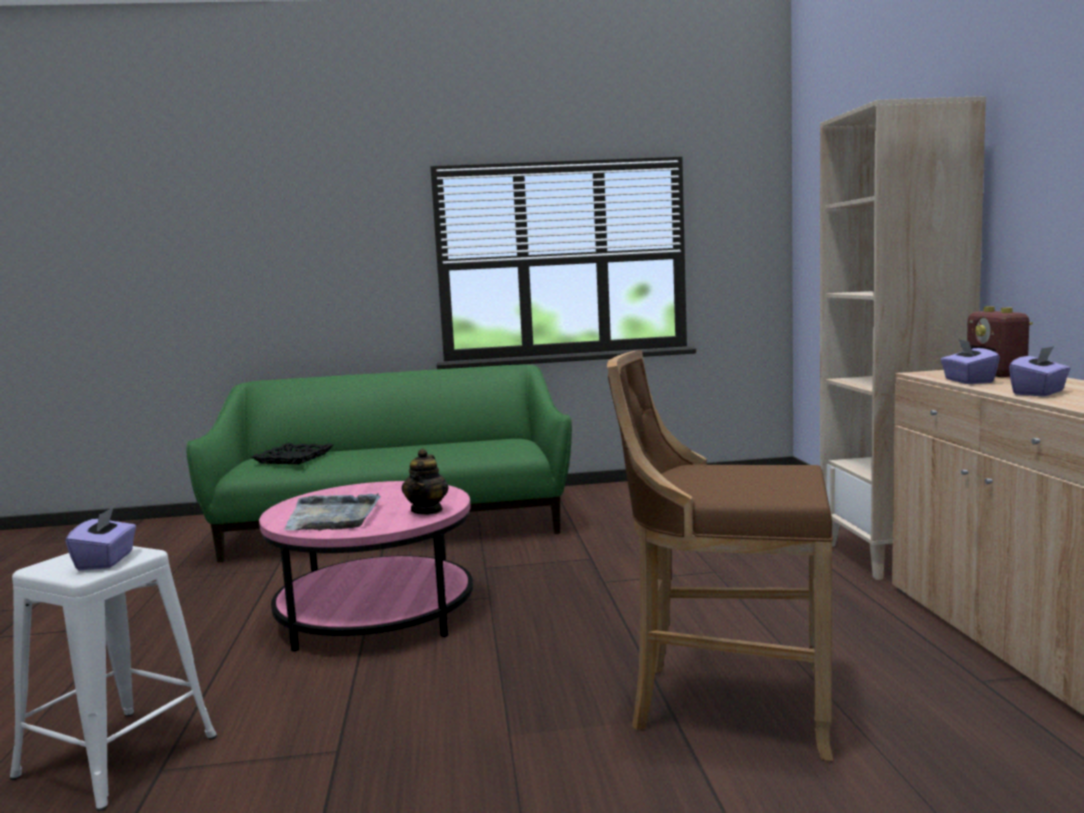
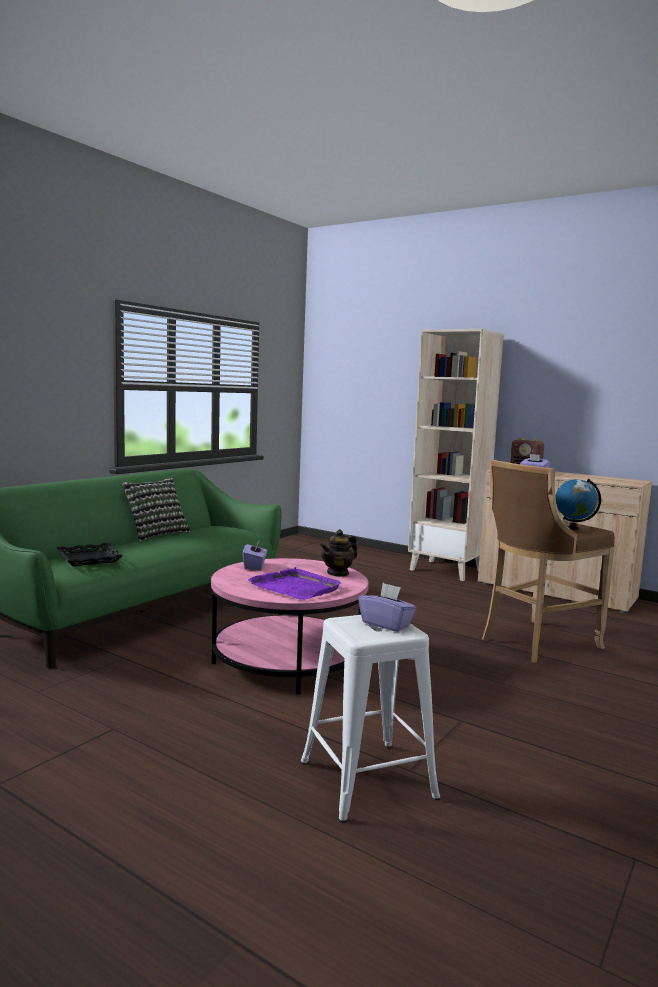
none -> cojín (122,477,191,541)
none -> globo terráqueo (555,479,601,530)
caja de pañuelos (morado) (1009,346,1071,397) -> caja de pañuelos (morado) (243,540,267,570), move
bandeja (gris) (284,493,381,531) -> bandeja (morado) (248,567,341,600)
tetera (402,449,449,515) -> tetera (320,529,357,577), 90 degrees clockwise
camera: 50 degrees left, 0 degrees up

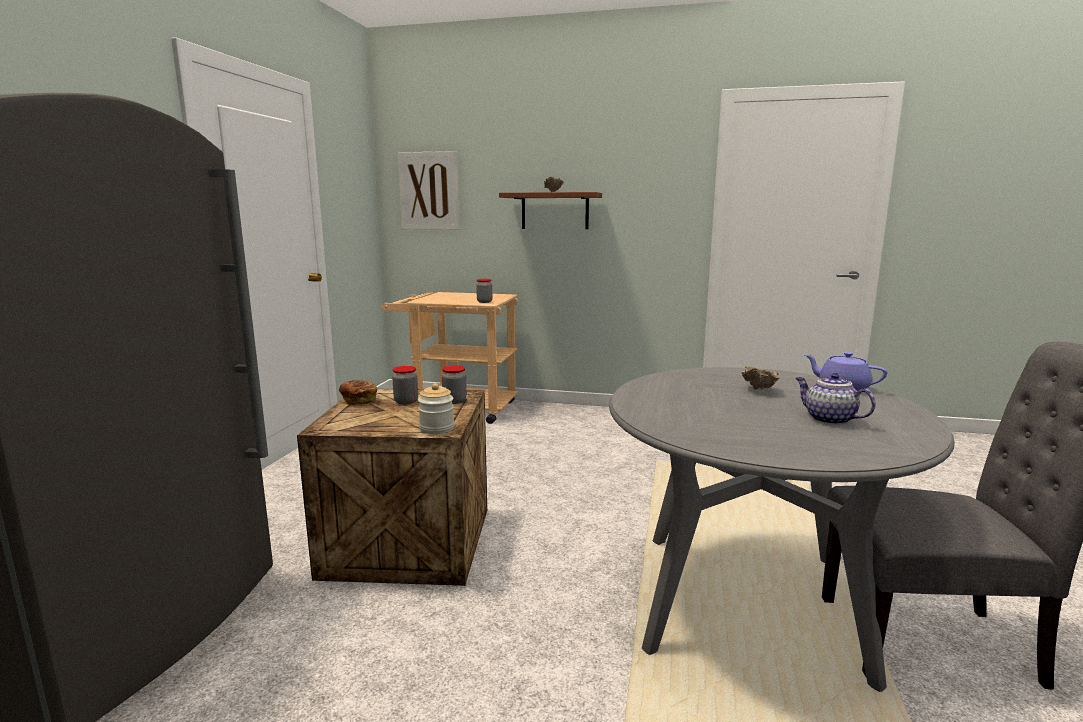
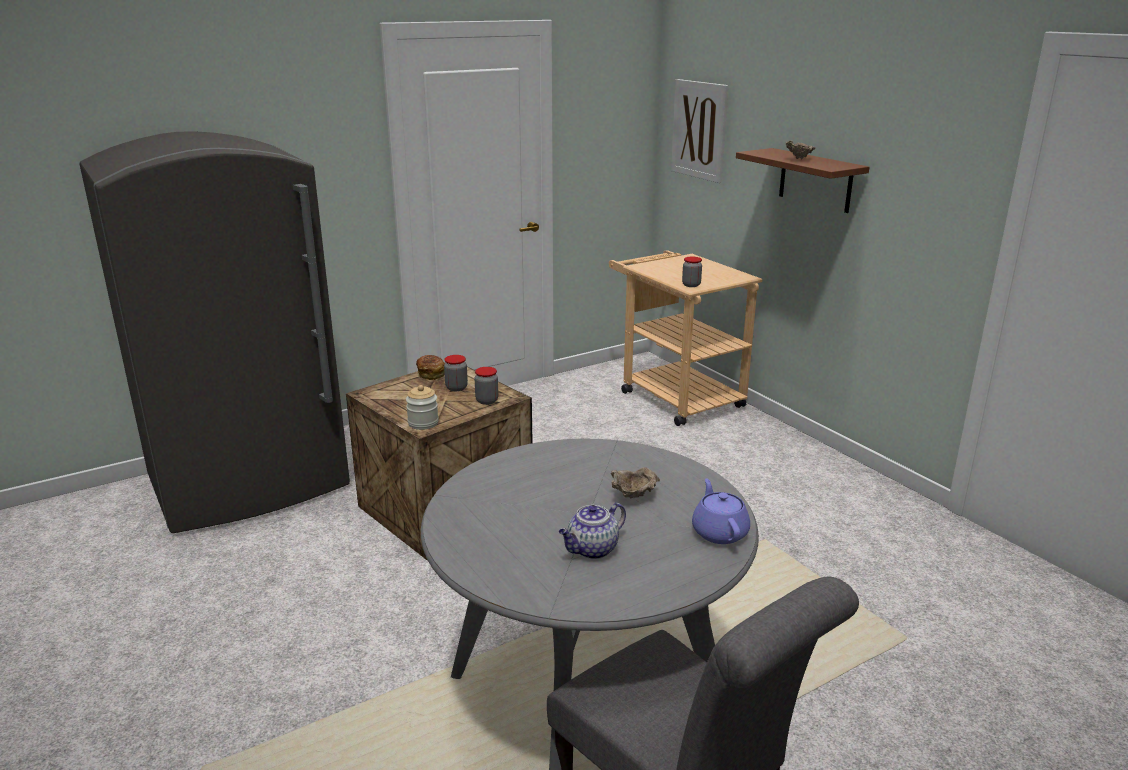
tetera (796,373,876,425) -> tetera (559,503,626,559), 135 degrees counterclockwise
camera: 45 degrees right, 10 degrees up

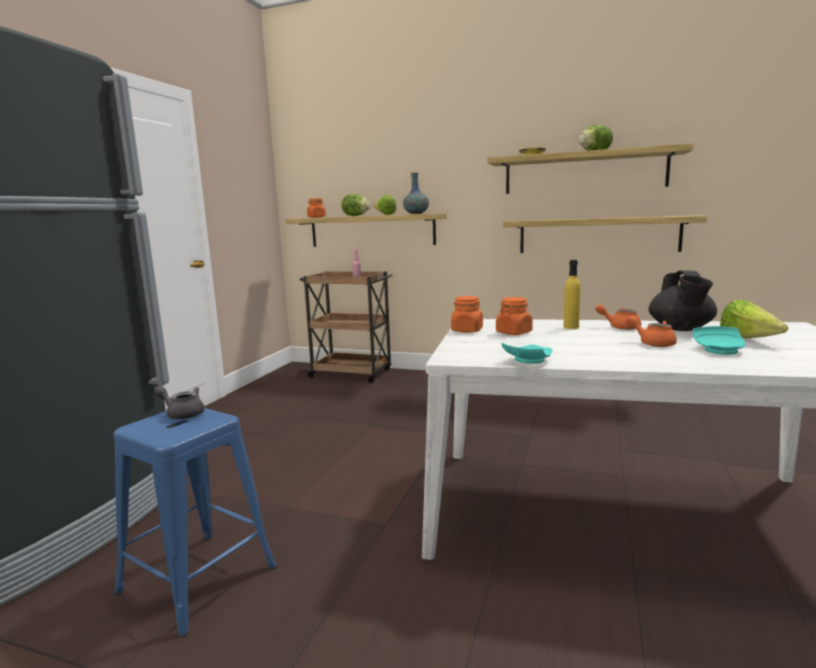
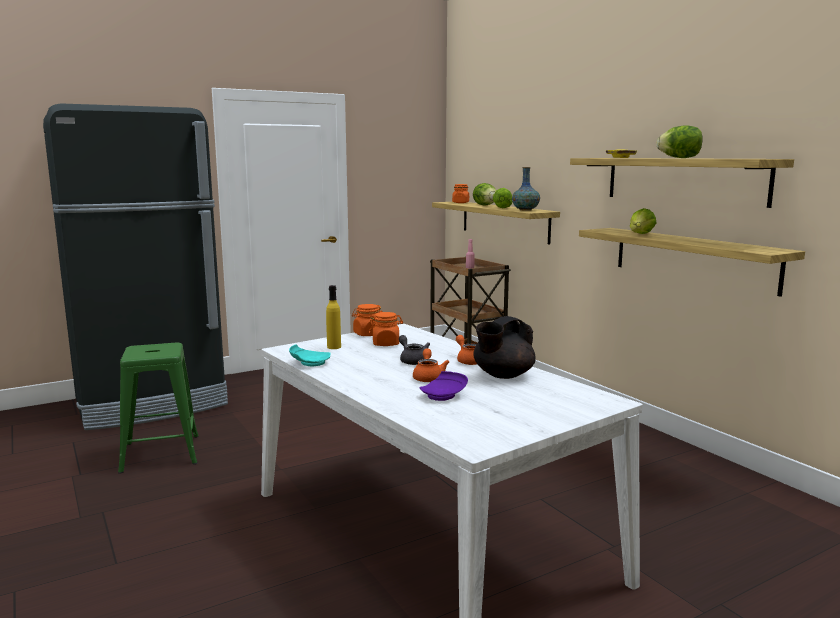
tetera (gris) (154,386,204,419) -> tetera (gris) (399,335,430,365), move
botella (amarillo) (563,260,580,329) -> botella (amarillo) (326,285,341,349), move
lechuga (720,300,788,338) -> lechuga (630,208,656,234), move
taburete (azul) (113,408,277,638) -> taburete (verde) (118,343,199,474)
plato (turquesa) (693,326,746,355) -> plato (morado) (419,371,468,401)
camera: 40 degrees right, 0 degrees up

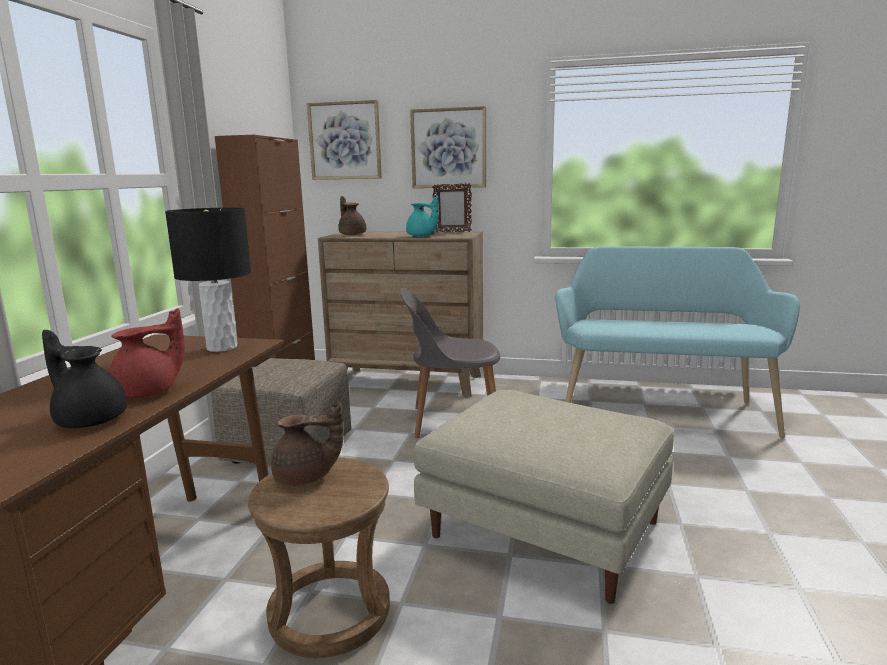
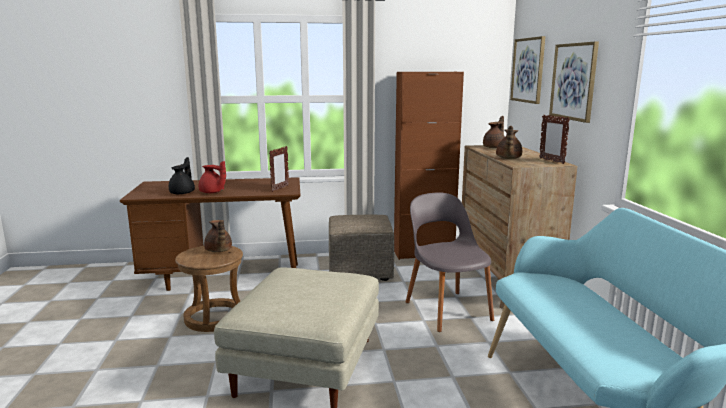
lámpara de mesa (negro) (165,207,251,352) -> portarretratos (269,146,289,192)
tetera (turquesa) (406,196,439,236) -> tetera (marrón) (496,126,522,159)
camera: 70 degrees right, 0 degrees up

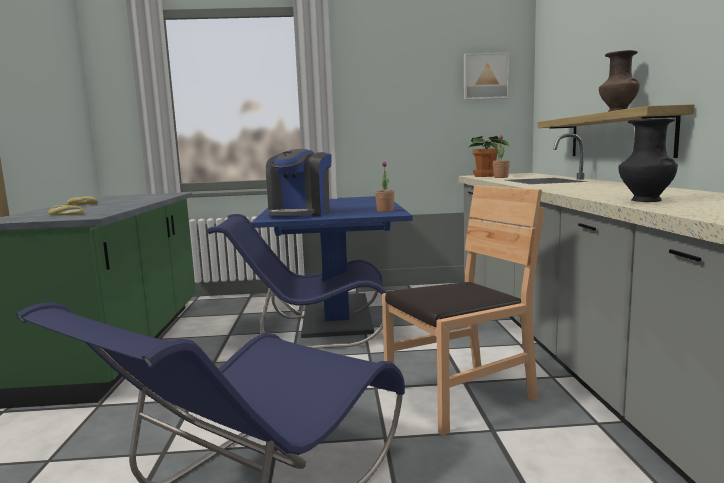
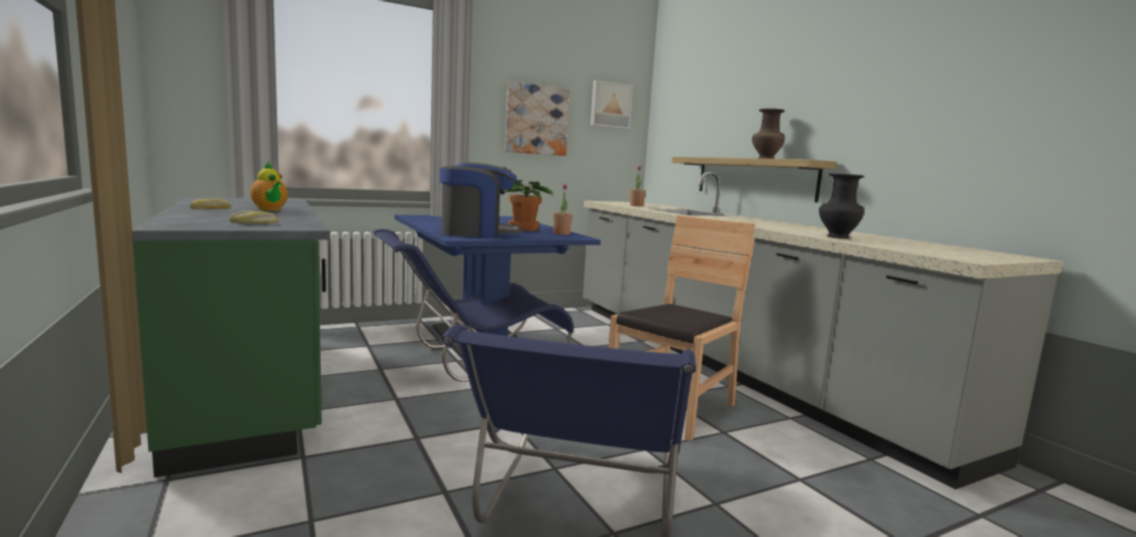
none -> tetera (250,161,288,211)
none -> cuadro (505,81,570,156)
planta en maceta (468,136,509,177) -> planta en maceta (505,180,554,231), move
cafetera (266,149,332,217) -> cafetera (440,162,521,238), 90 degrees counterclockwise
camera: 25 degrees left, 0 degrees up

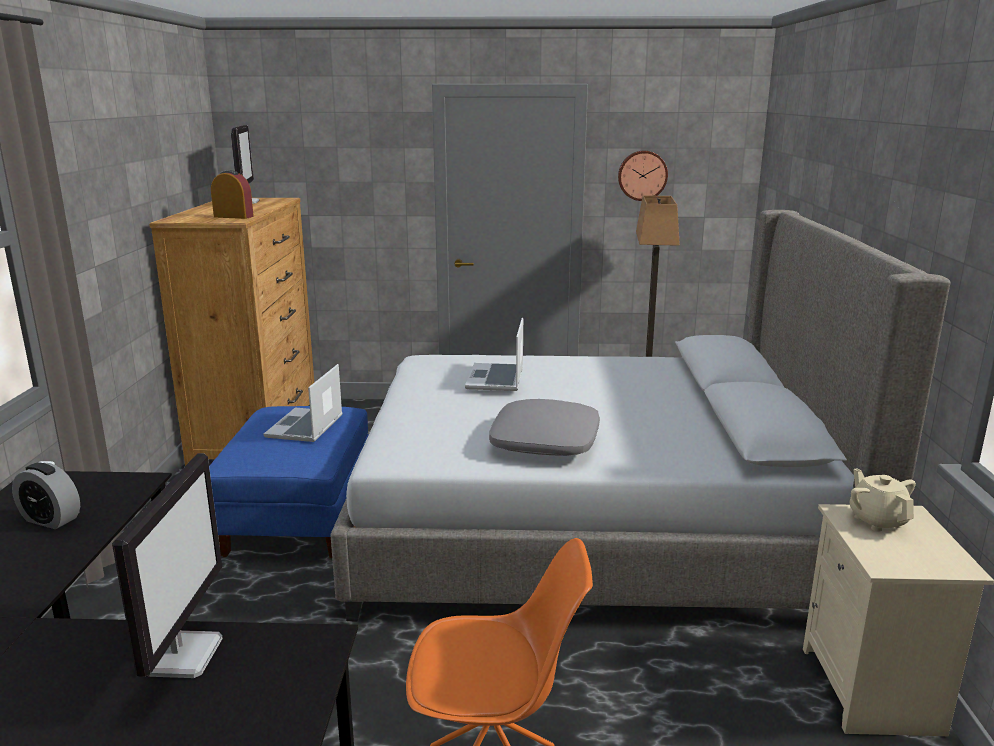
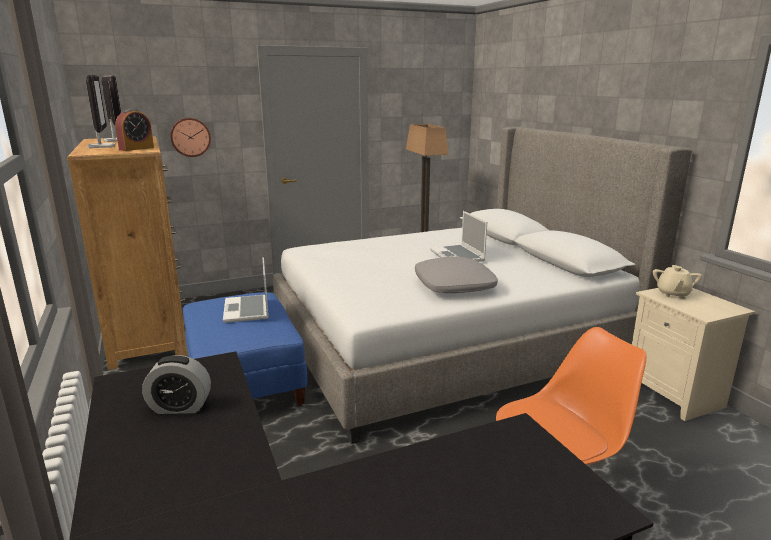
monitor (112,453,223,678) -> monitor (86,75,115,148), move
portátil (465,318,523,391) -> portátil (430,211,487,262), move
reloj de pared (618,151,668,201) -> reloj de pared (170,118,211,157), move
despertador (211,170,254,219) -> despertador (115,109,154,151), 135 degrees clockwise
tetera (beis) (849,468,916,532) -> tetera (beis) (653,265,702,299), 120 degrees counterclockwise
camera: 25 degrees left, 0 degrees up

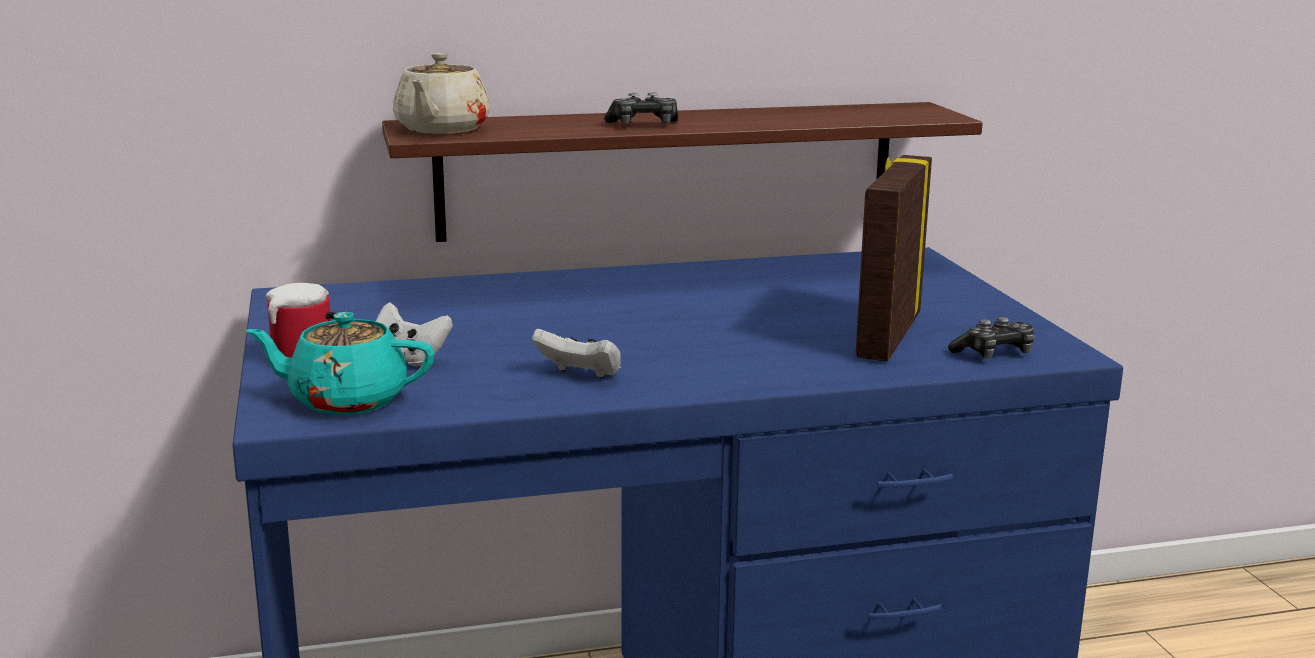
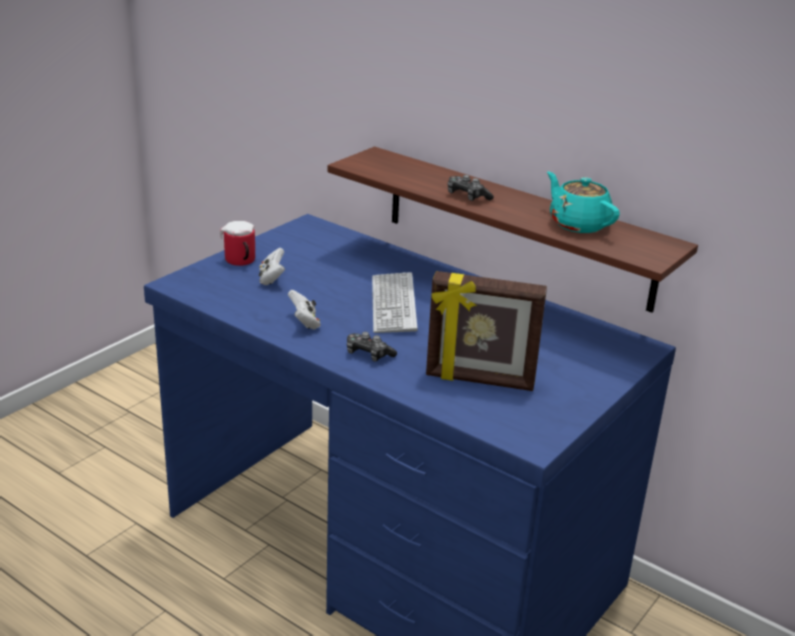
tetera (beis) (393,53,490,134) -> none
none -> teclado (372,272,418,333)
tetera (turquesa) (245,312,434,415) -> tetera (turquesa) (547,171,620,233), move
mando de consola (948,317,1035,358) -> mando de consola (347,332,397,362), move
portarretratos (856,155,932,361) -> portarretratos (426,271,547,391), 150 degrees counterclockwise
camera: 50 degrees right, 10 degrees up

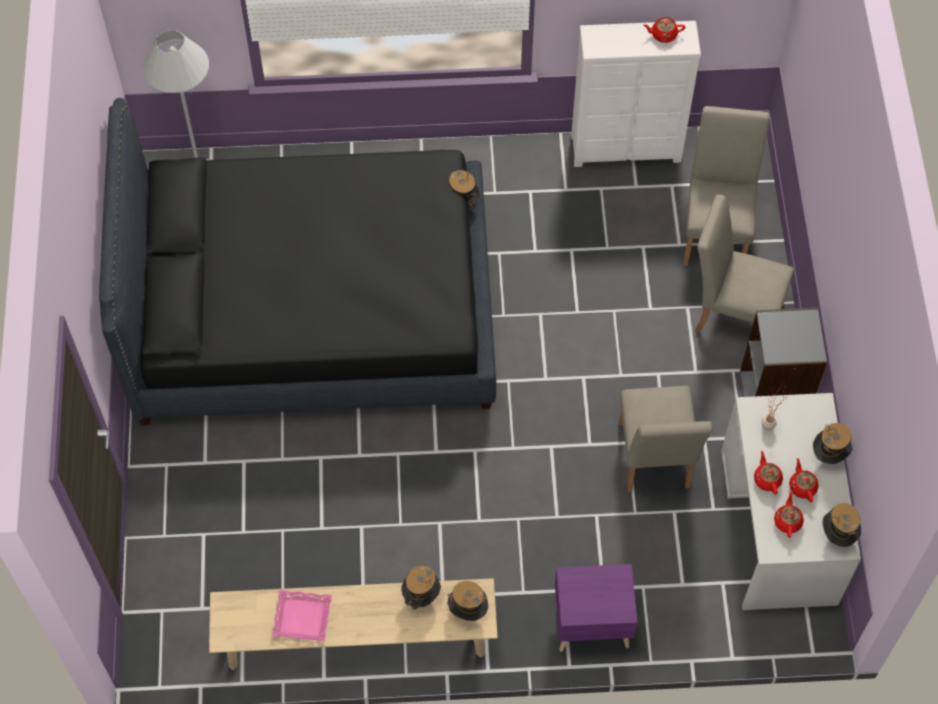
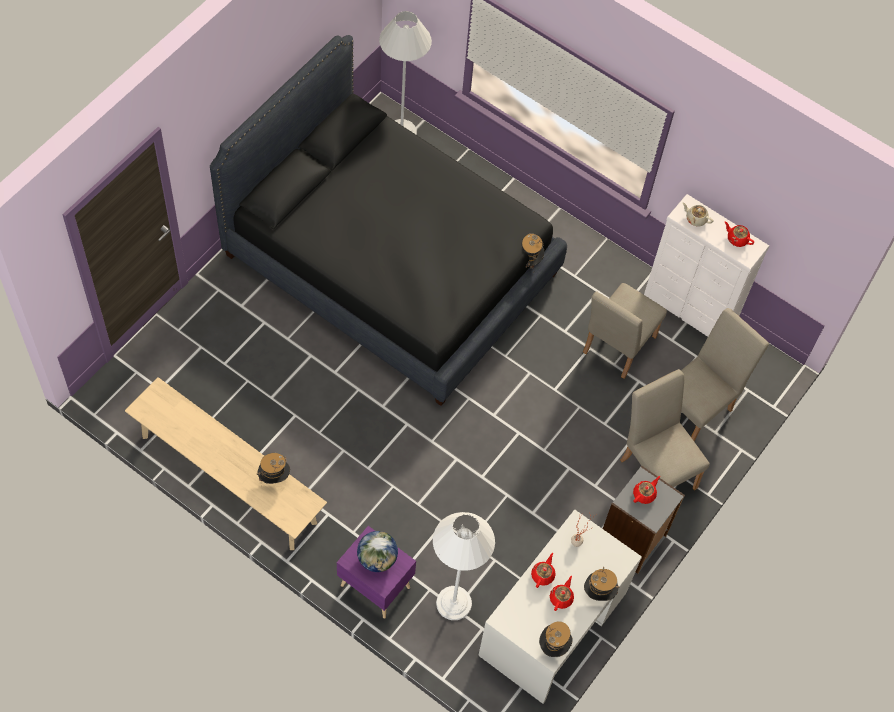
bandeja (rosa) (272,590,332,641) -> none
sombrero (447,581,488,621) -> none
none -> globo terráqueo (357,531,398,572)
none -> lámpara de pie (blanco) (433,512,495,620)
none -> tetera (beis) (682,202,713,226)
silla (beis) (619,386,713,492) -> silla (beis) (583,283,667,379), move
tetera (rojo) (774,492,804,538) -> tetera (rojo) (633,476,660,504), move
camera: 35 degrees right, 0 degrees up

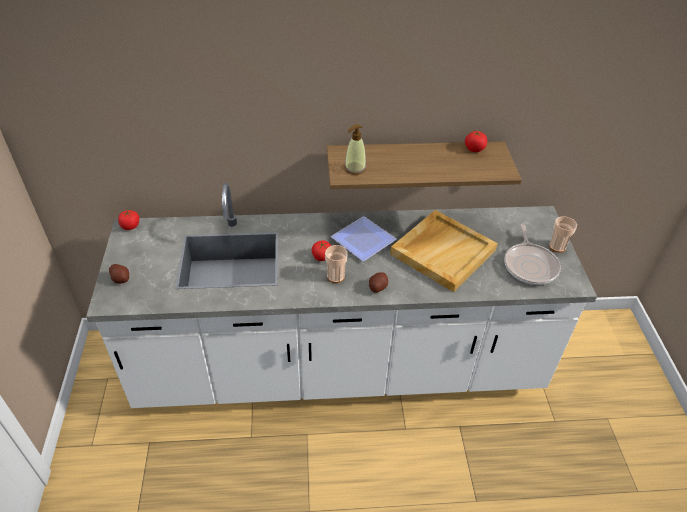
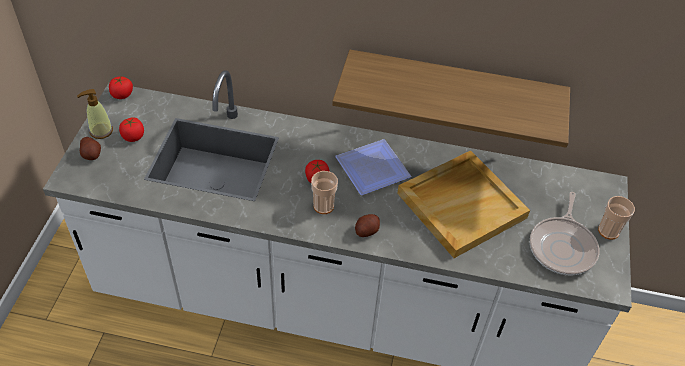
dispensador de jabón (345,124,366,175) -> dispensador de jabón (77,89,113,139), move
tomate (465,131,487,152) -> tomate (119,117,144,142), move
camera: 15 degrees right, 5 degrees up

